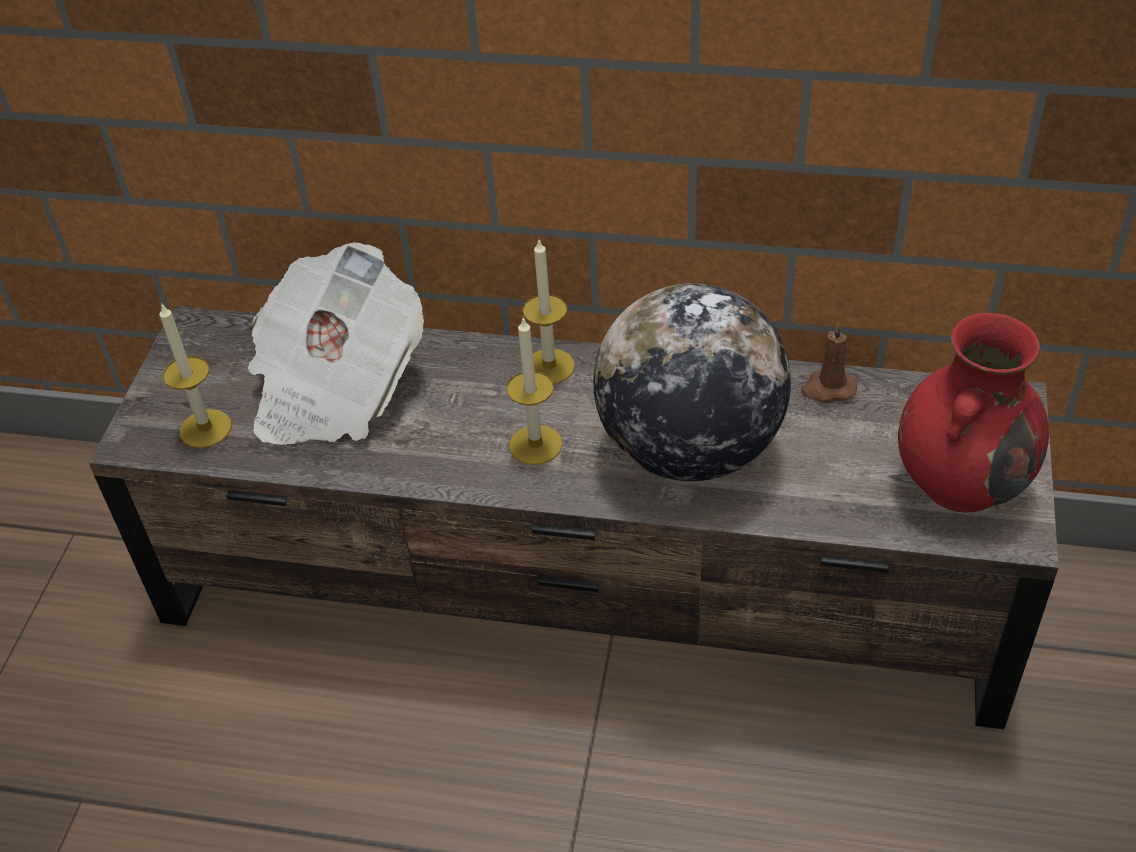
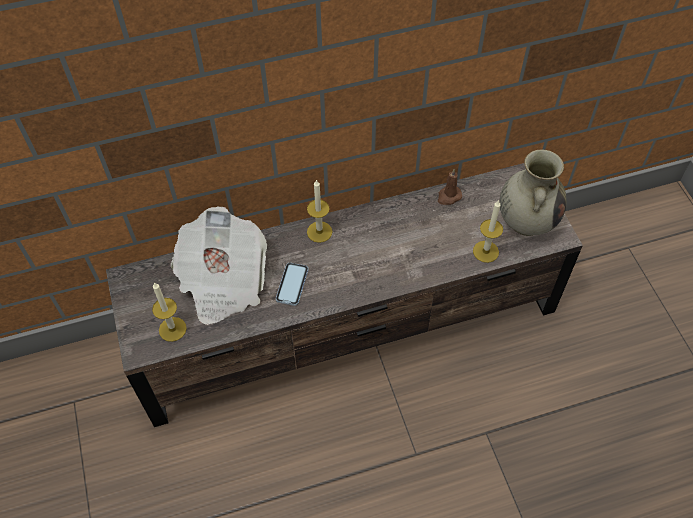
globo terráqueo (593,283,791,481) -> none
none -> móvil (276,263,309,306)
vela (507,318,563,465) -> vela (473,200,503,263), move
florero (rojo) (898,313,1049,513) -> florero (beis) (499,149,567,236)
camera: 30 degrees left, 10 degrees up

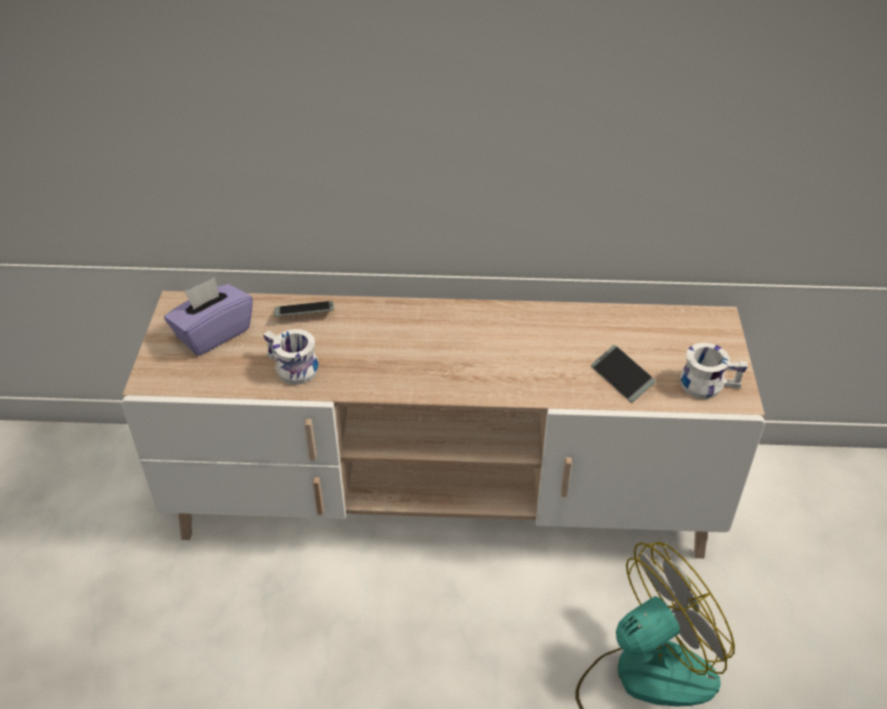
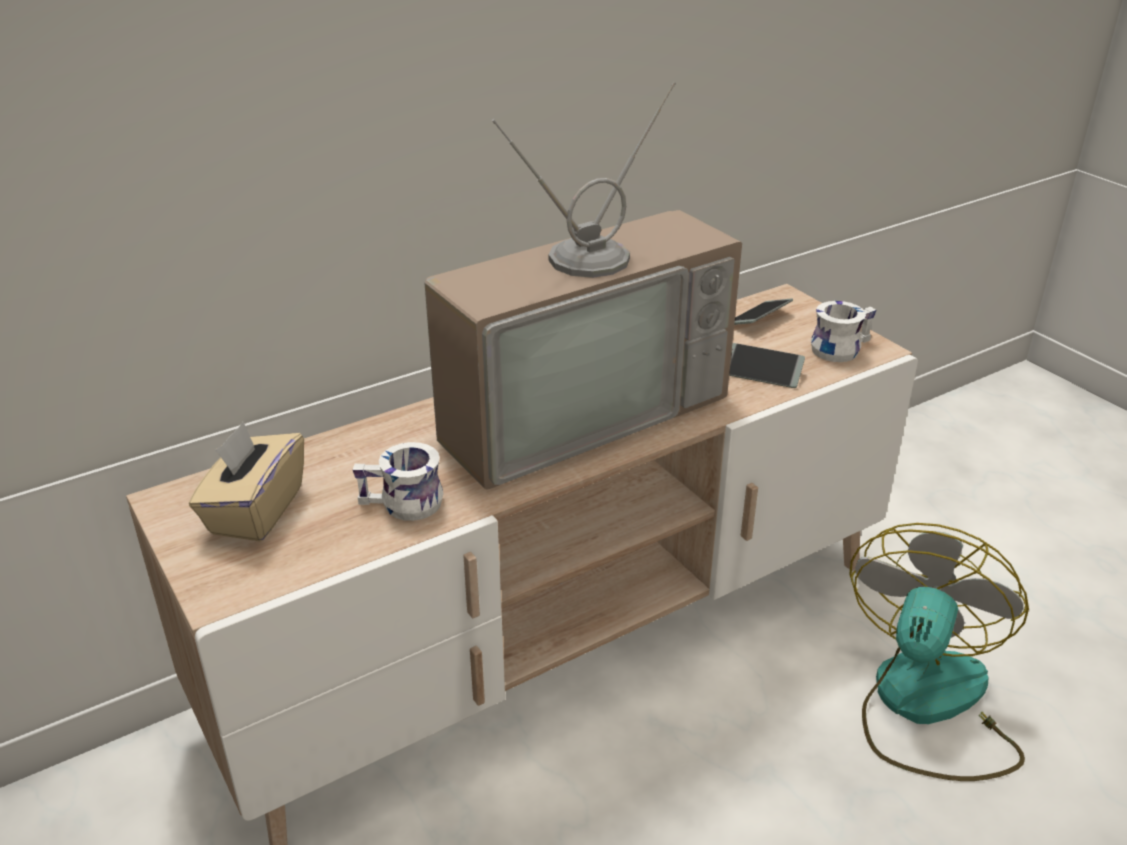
none -> televisor (424,82,742,490)
móvil (274,301,334,317) -> móvil (734,298,793,325), move
caja de pañuelos (morado) (164,277,253,356) -> caja de pañuelos (beis) (189,422,304,541)
camera: 35 degrees left, 10 degrees down

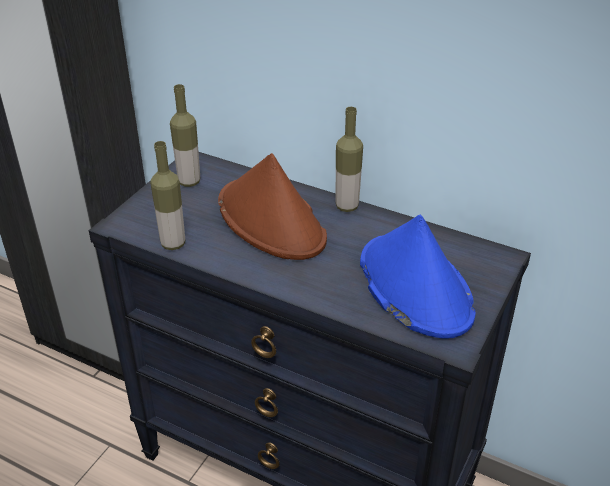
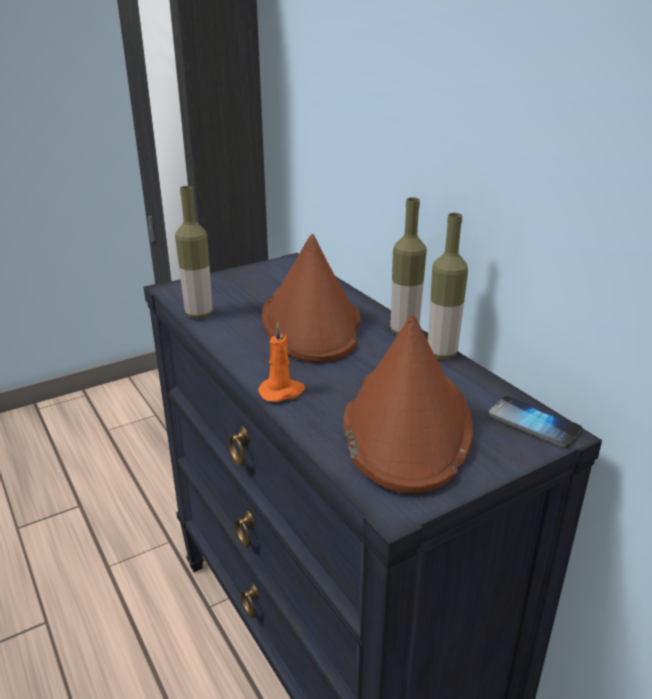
none -> vela (naranja) (258,323,305,402)
none -> móvil (488,396,583,449)
botella (170,84,200,187) -> botella (428,213,468,359), move
sombrero (azul) (360,215,476,339) -> sombrero (marrón) (343,314,473,493)
camera: 30 degrees right, 10 degrees down

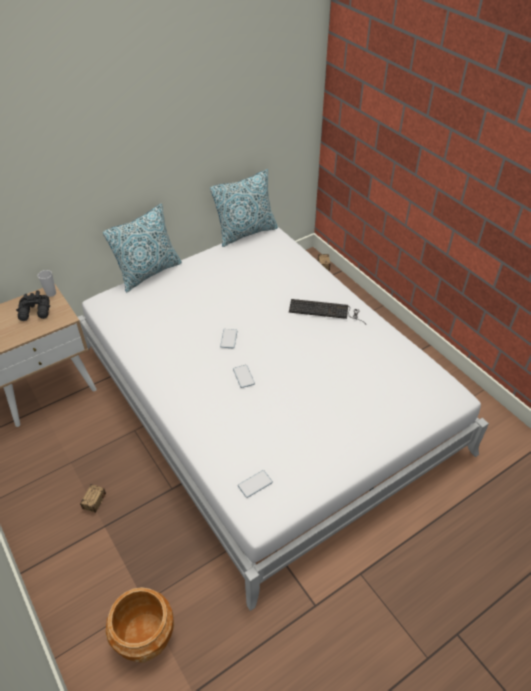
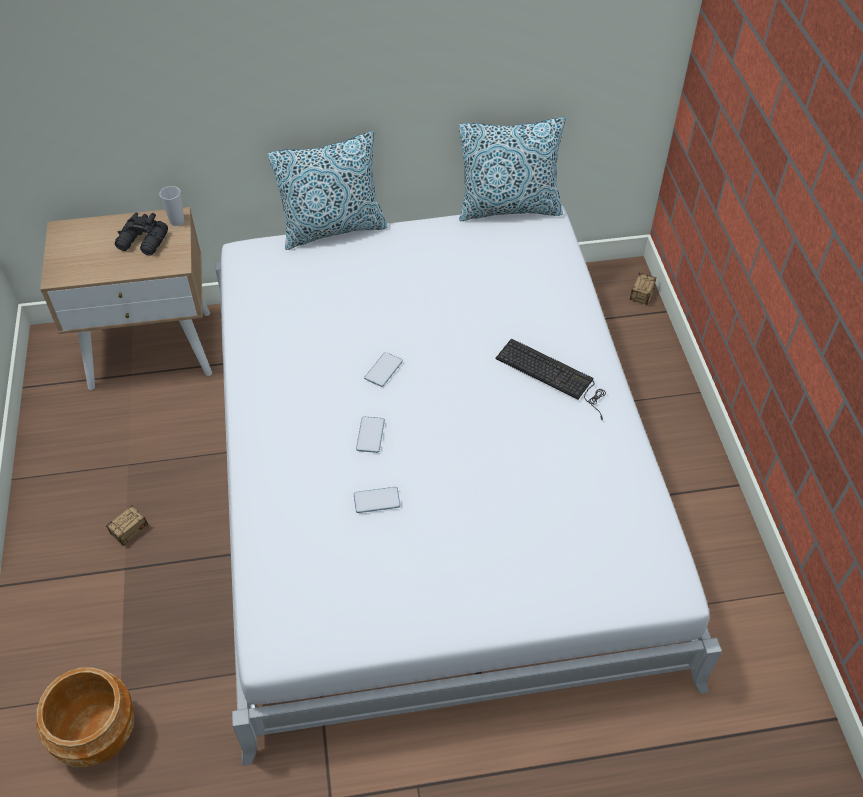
móvil (238,470,273,498) -> móvil (354,487,400,513), move
camera: 25 degrees right, 5 degrees up

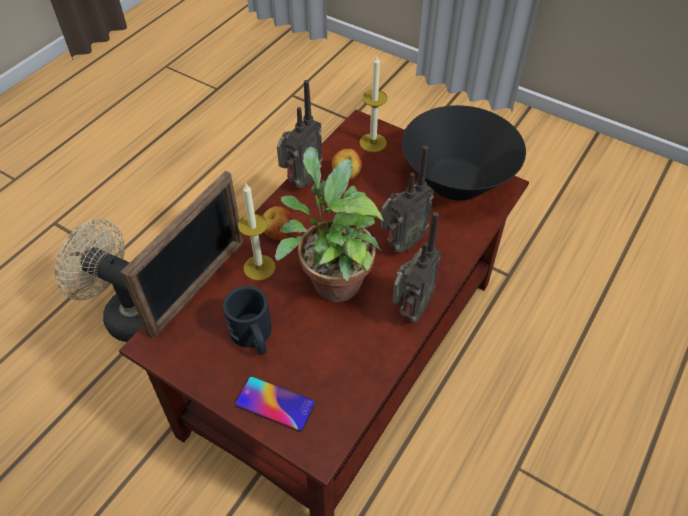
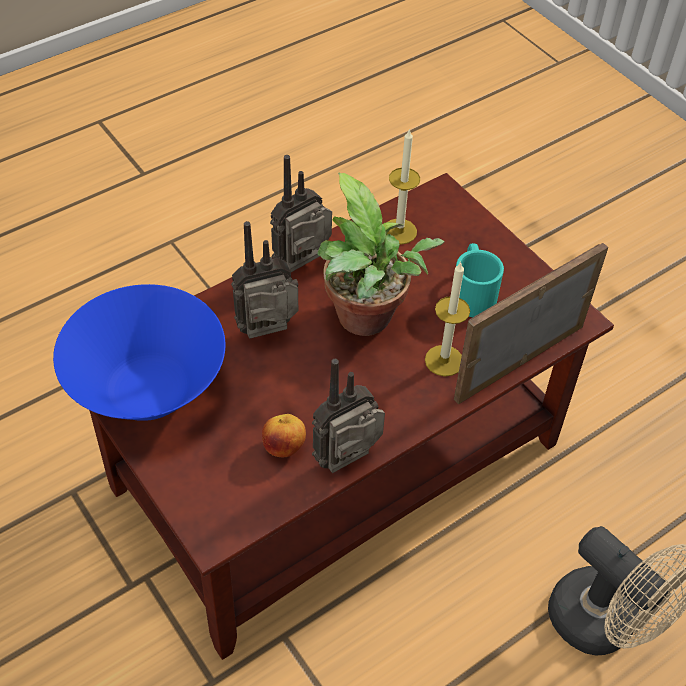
móvil (235,377,316,432) -> none
manzana (263,206,293,240) -> none
vela (359,56,388,152) -> vela (386,128,420,244), move
taza grande (negro) (223,286,272,355) -> taza grande (turquesa) (456,243,504,317)
cuenco (negro) (402,105,526,200) -> cuenco (azul) (53,284,225,421)
camera: 160 degrees left, 0 degrees up

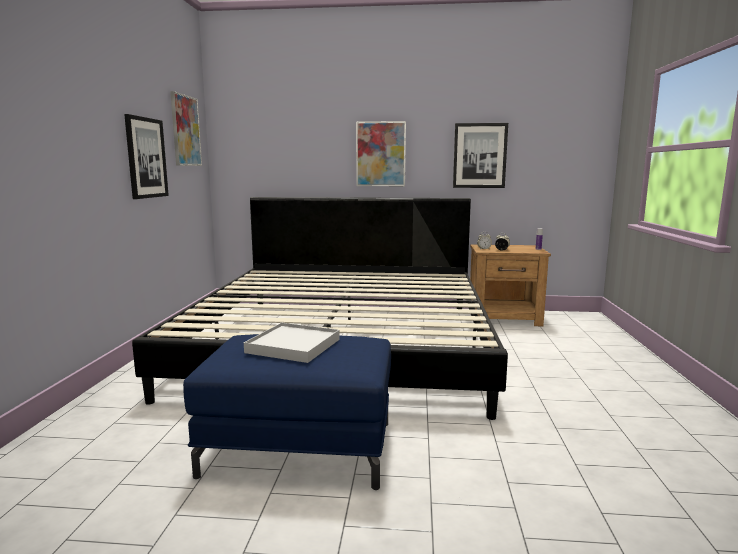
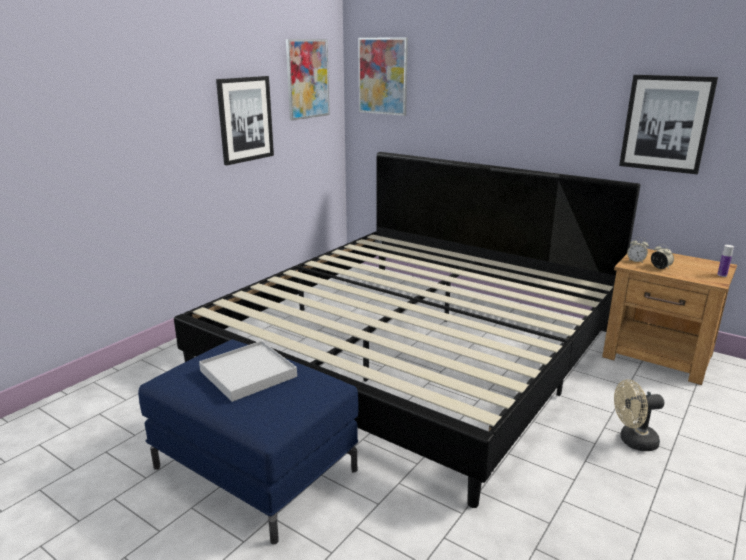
none -> ventilador (beis) (614,379,664,451)
cuadro (356,121,406,186) -> cuadro (358,37,408,116), move
camera: 30 degrees right, 10 degrees up

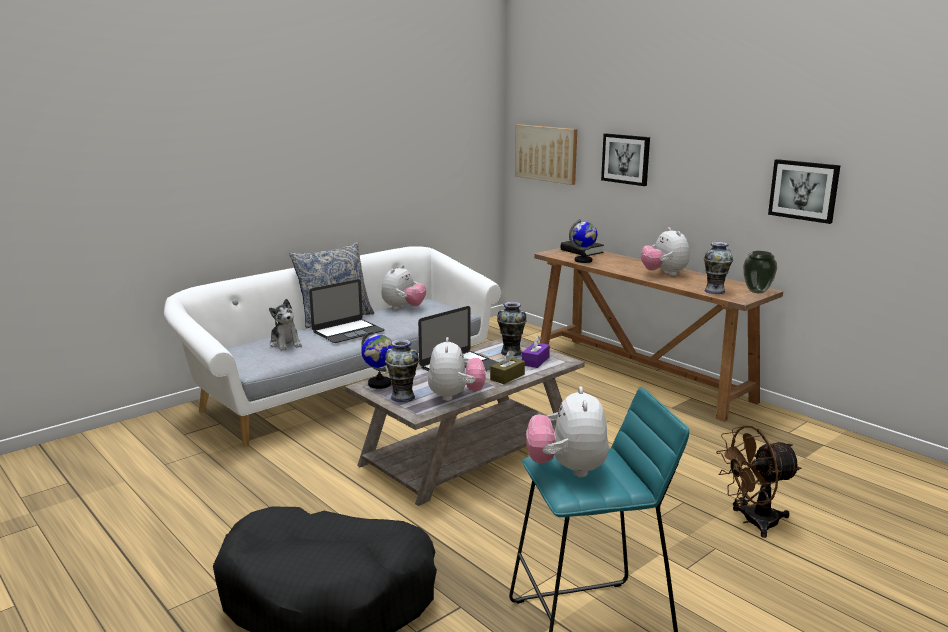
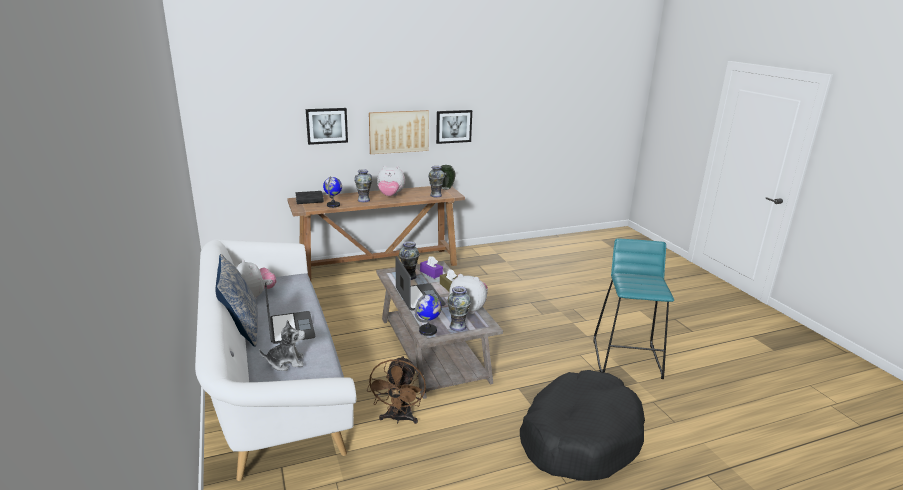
peluche (526,387,609,478) -> none
none -> florero (354,169,373,202)
cuadro (515,124,577,185) -> cuadro (369,110,429,154), move
ventilador (marrón) (716,426,801,538) -> ventilador (marrón) (367,356,426,424), move
camera: 70 degrees left, 5 degrees up

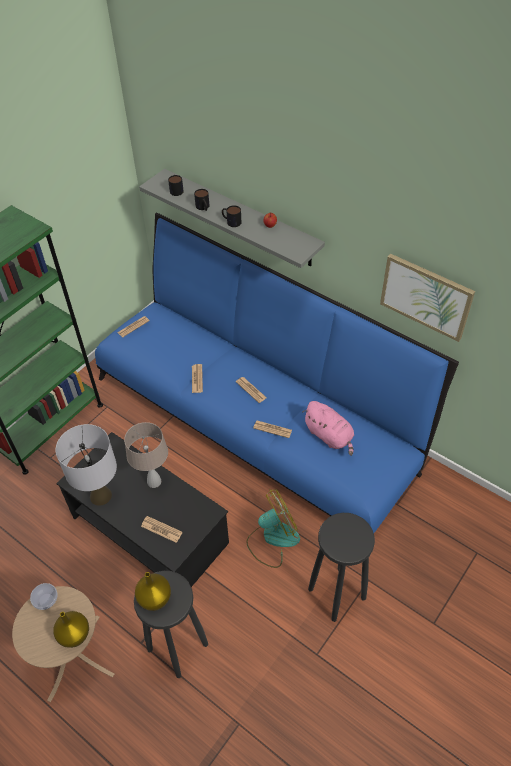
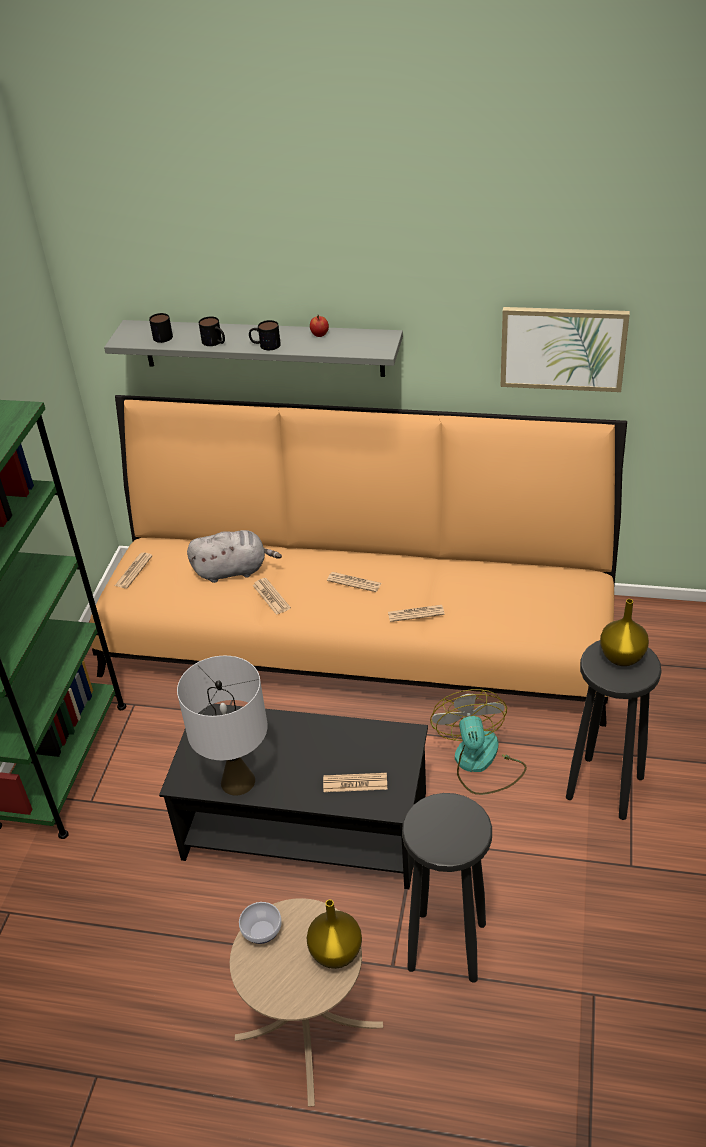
lámpara de mesa (beis) (124,422,168,488) -> none
peluche (rosa) (302,401,354,456) -> none
none -> peluche (gris) (187,530,282,583)
florero (amarillo) (135,572,171,611) -> florero (amarillo) (600,599,649,666), move
sofá (azul) (95,212,459,533) -> sofá (naranja) (90,395,627,727)
ventilador (246,489,300,568) -> ventilador (430,689,527,795), 45 degrees counterclockwise
camera: 25 degrees left, 10 degrees down

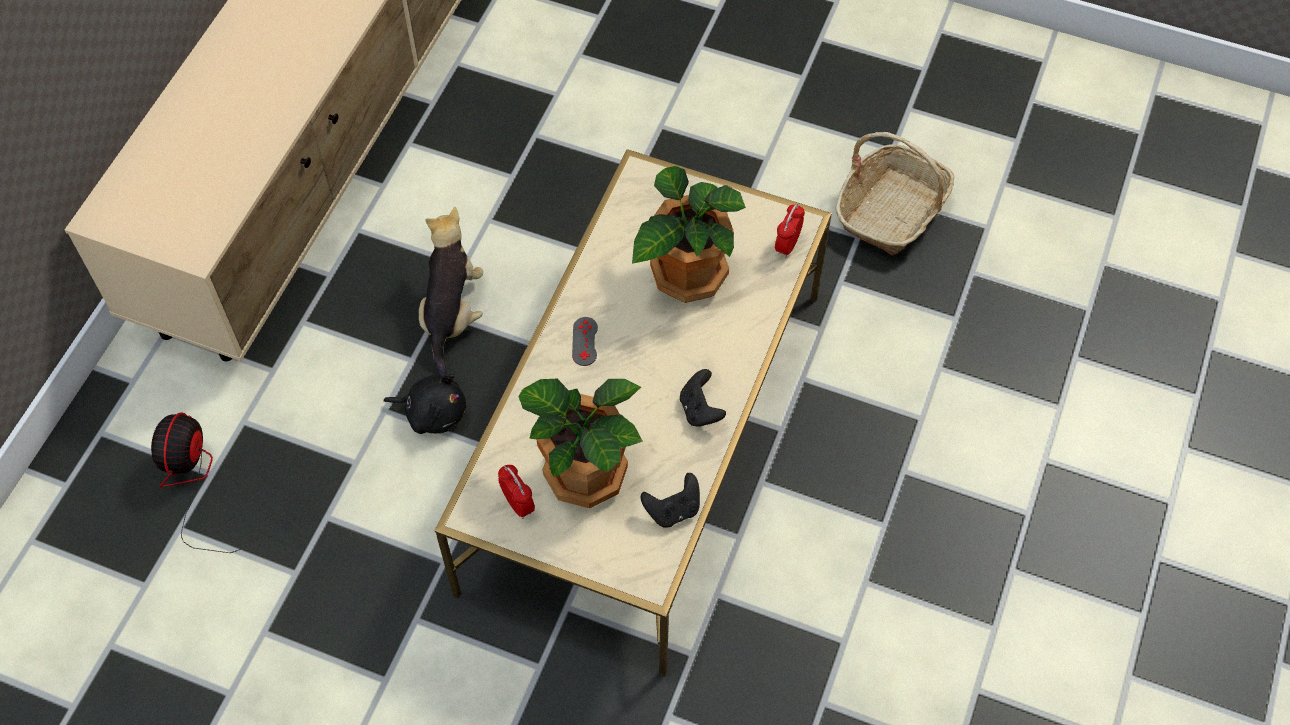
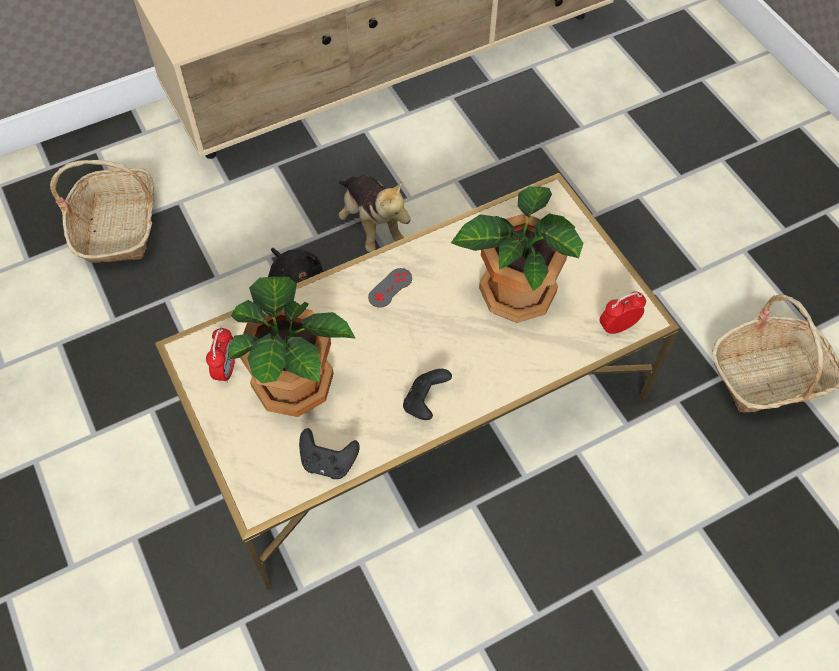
ventilador (151,412,320,553) -> cesta (50,160,155,263)
peluche (419,207,483,376) -> peluche (339,175,411,252), 105 degrees clockwise
camera: 40 degrees right, 0 degrees up

